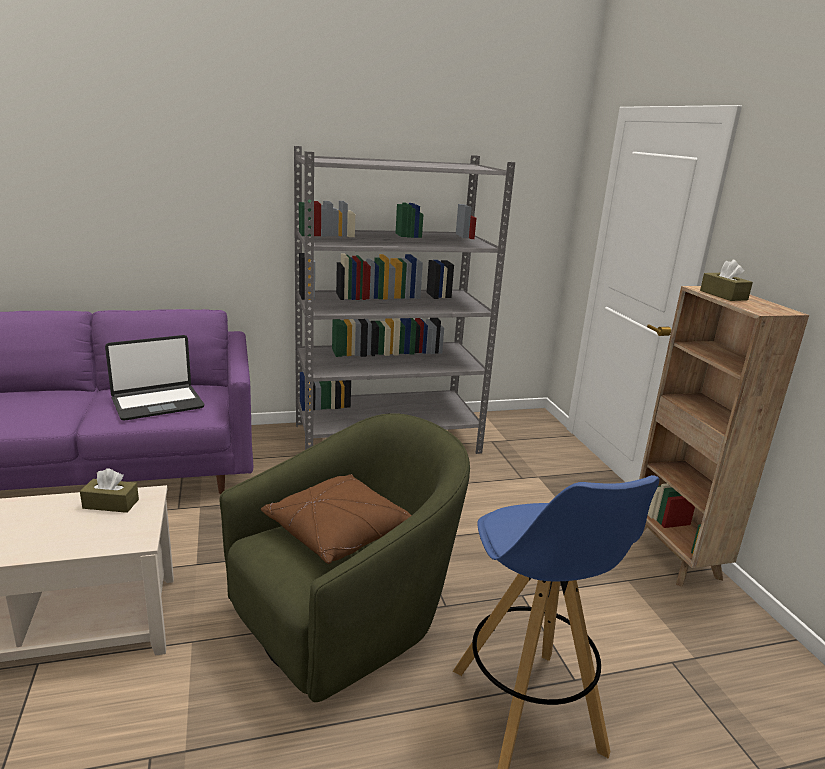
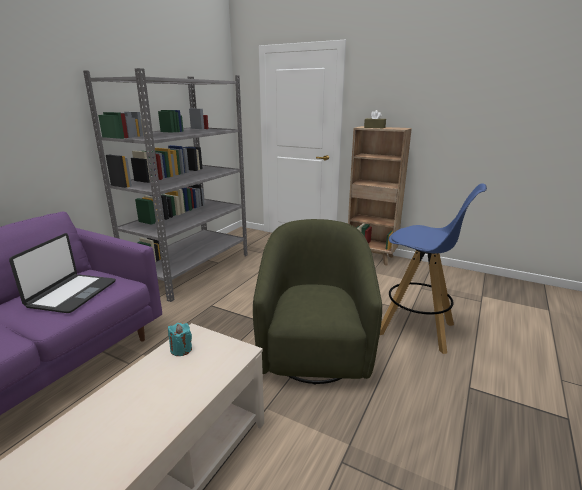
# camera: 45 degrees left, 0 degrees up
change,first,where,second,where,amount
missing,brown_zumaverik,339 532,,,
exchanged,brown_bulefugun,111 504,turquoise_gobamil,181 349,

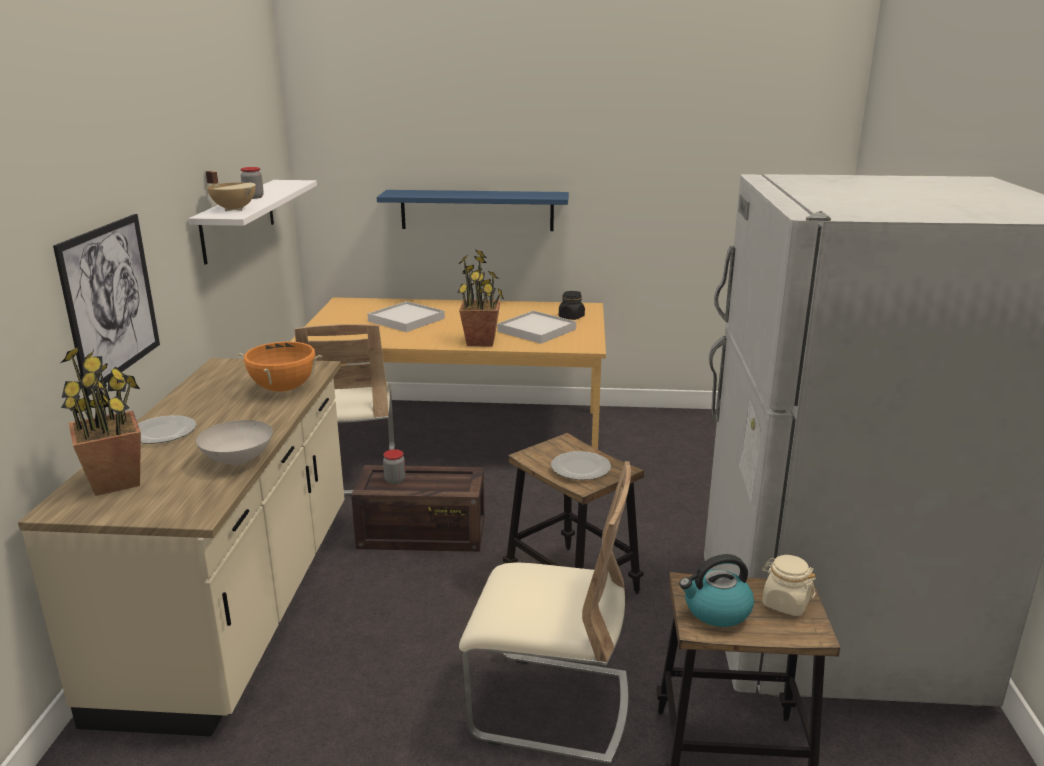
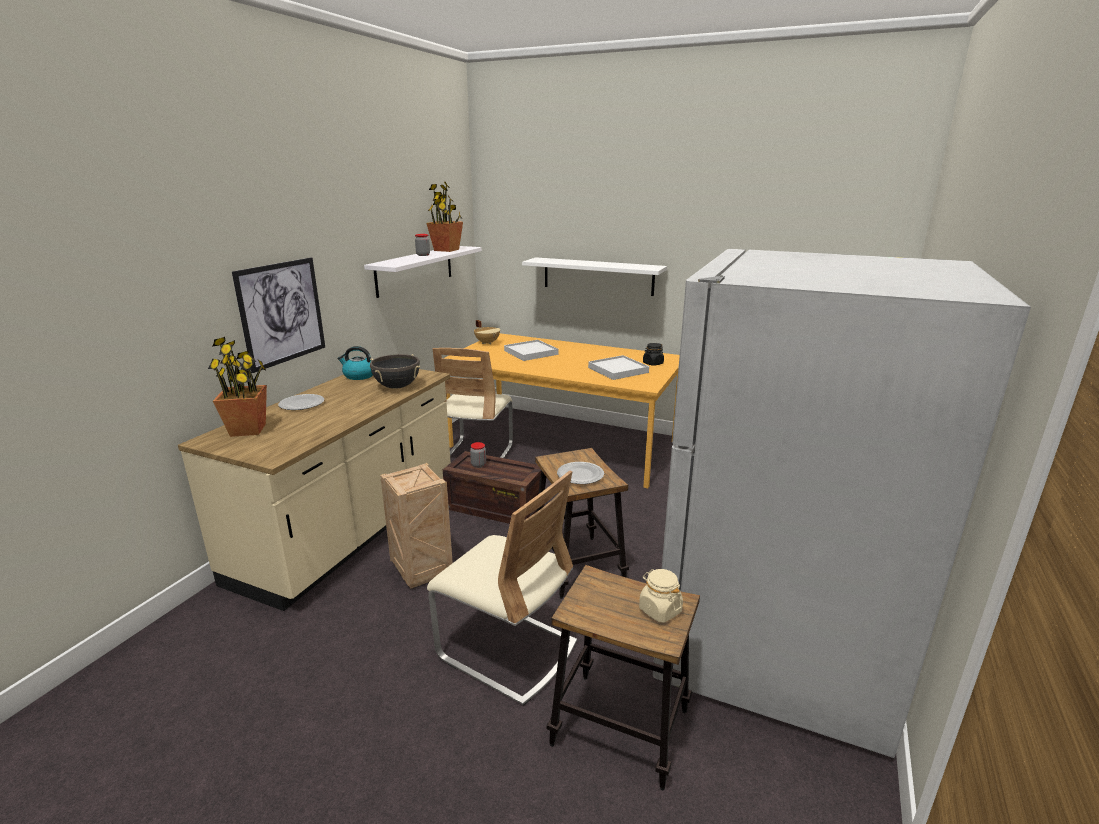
# camera: 20 degrees right, 0 degrees up
change,first,where,second,where,amount
missing,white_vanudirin,239 459,,,
appeared,,,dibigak,423 571,
relocated,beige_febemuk,234 209,,487 342,
relocated,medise,481 342,,447 250,
relocated,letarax,716 611,,359 376,
colour,orange_febemuk,283 389,black_febemuk,397 387,
colour,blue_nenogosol,477 210,white_nenogosol,598 276,

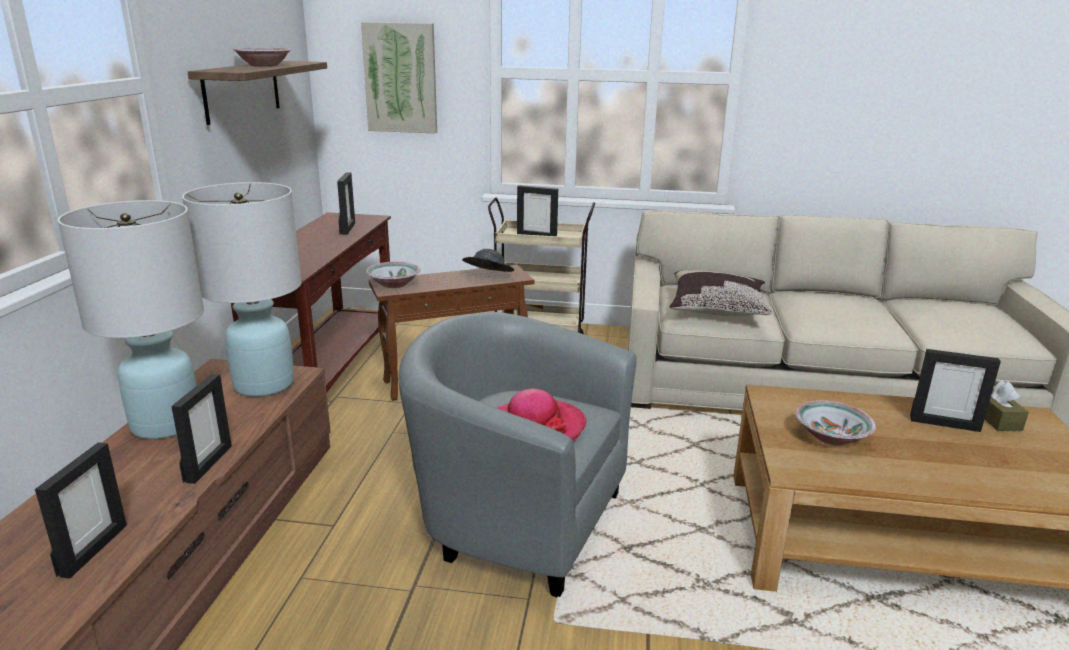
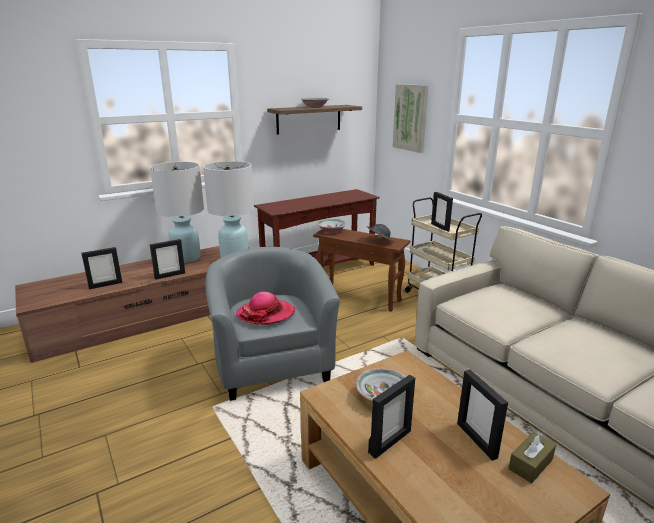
# camera: 50 degrees right, 0 degrees up
change,first,where,second,where,amount
missing,zumaverik,717 309,,,
relocated,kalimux,347 228,,390 441,

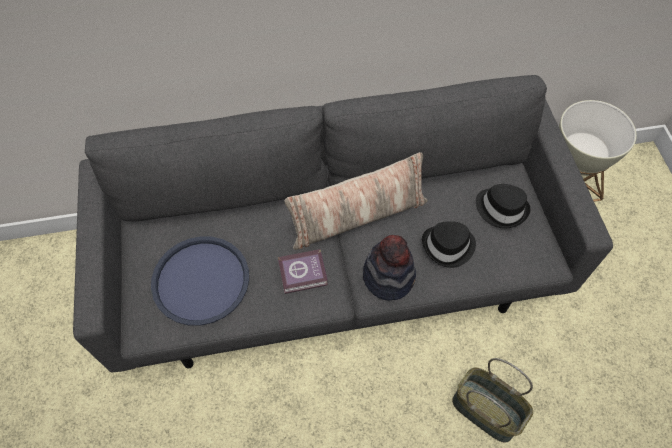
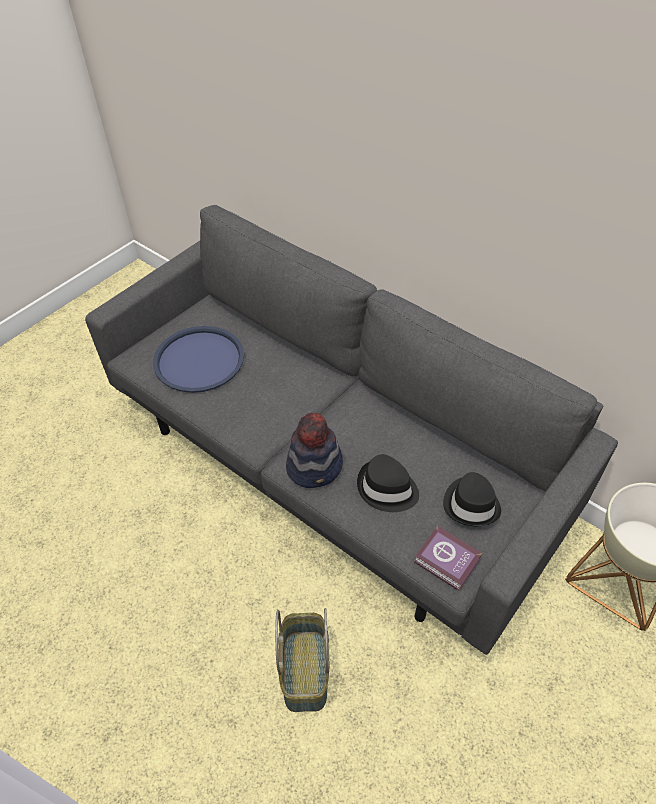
# camera: 50 degrees right, 10 degrees down
change,first,where,second,where,amount
missing,zumaverik,357 217,,,
relocated,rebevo,304 274,,447 562,

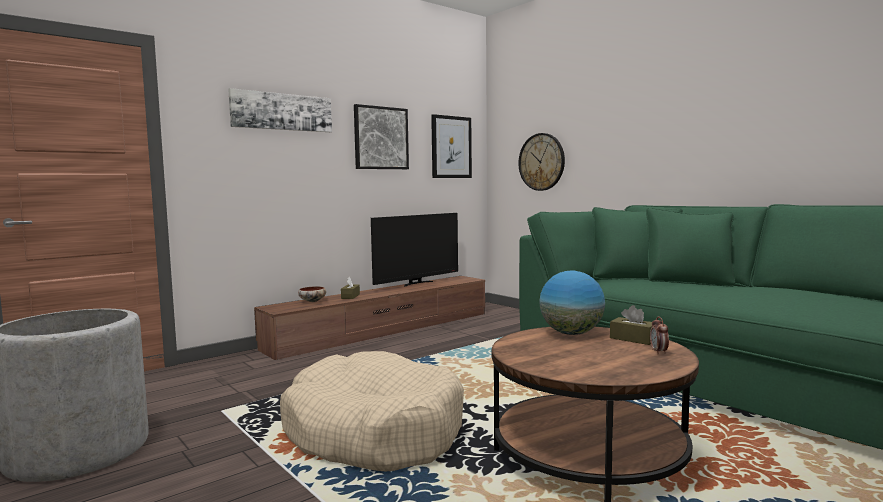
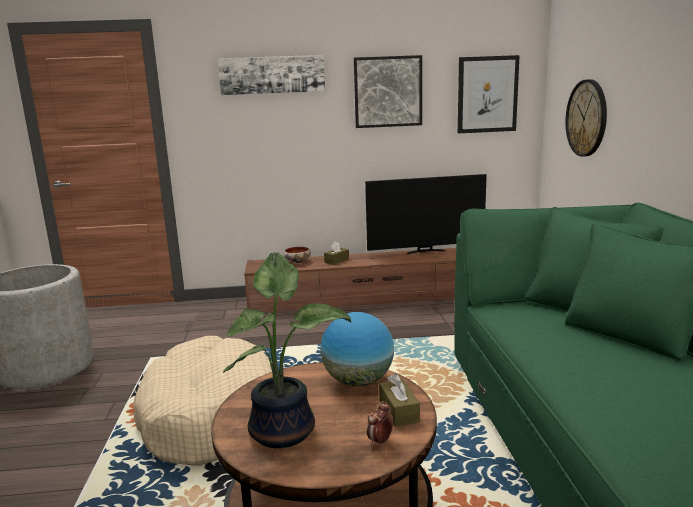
# camera: 35 degrees right, 10 degrees up
change,first,where,second,where,amount
appeared,,,medise,285 430,

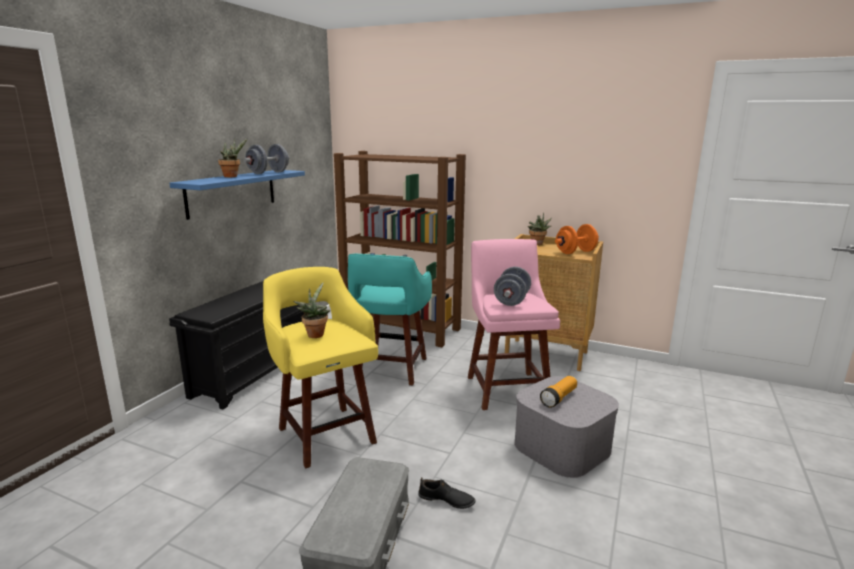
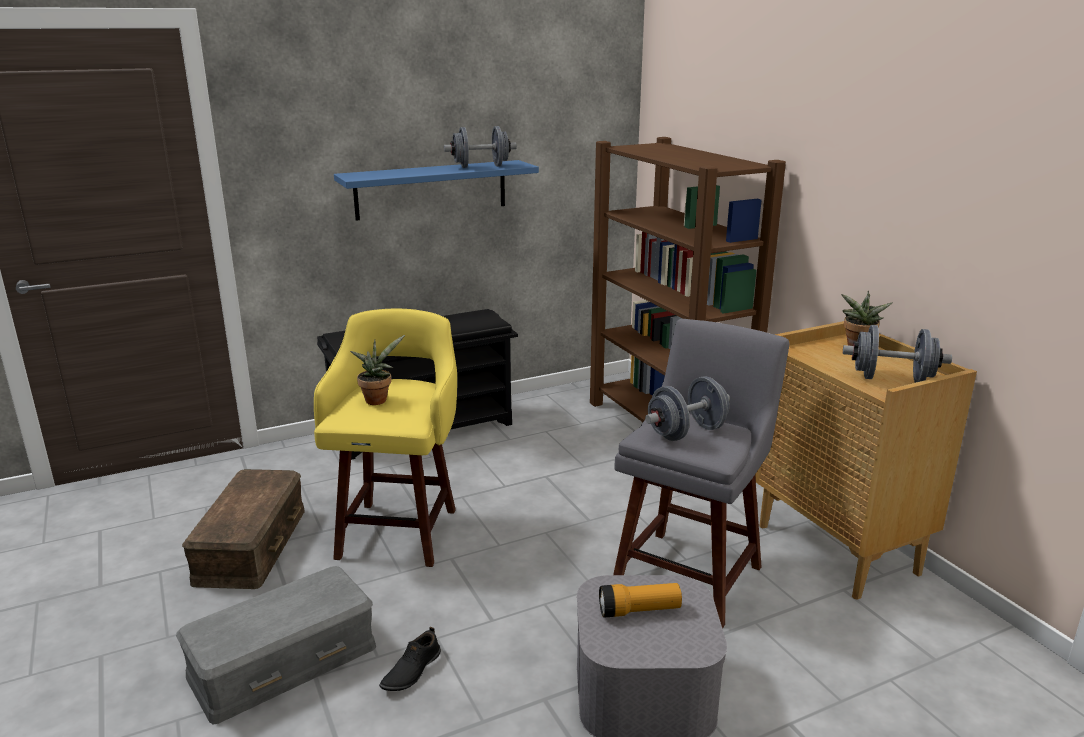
# camera: 40 degrees right, 5 degrees up
change,first,where,second,where,amount
missing,medise,233 176,,,
missing,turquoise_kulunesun,390 370,,,
appeared,,,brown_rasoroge,252 545,
colour,pink_kulunesun,507 388,grey_kulunesun,691 573,
colour,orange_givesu,575 252,grey_givesu,892 379,
spun,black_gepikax,446 500,,411 671,60 degrees clockwise

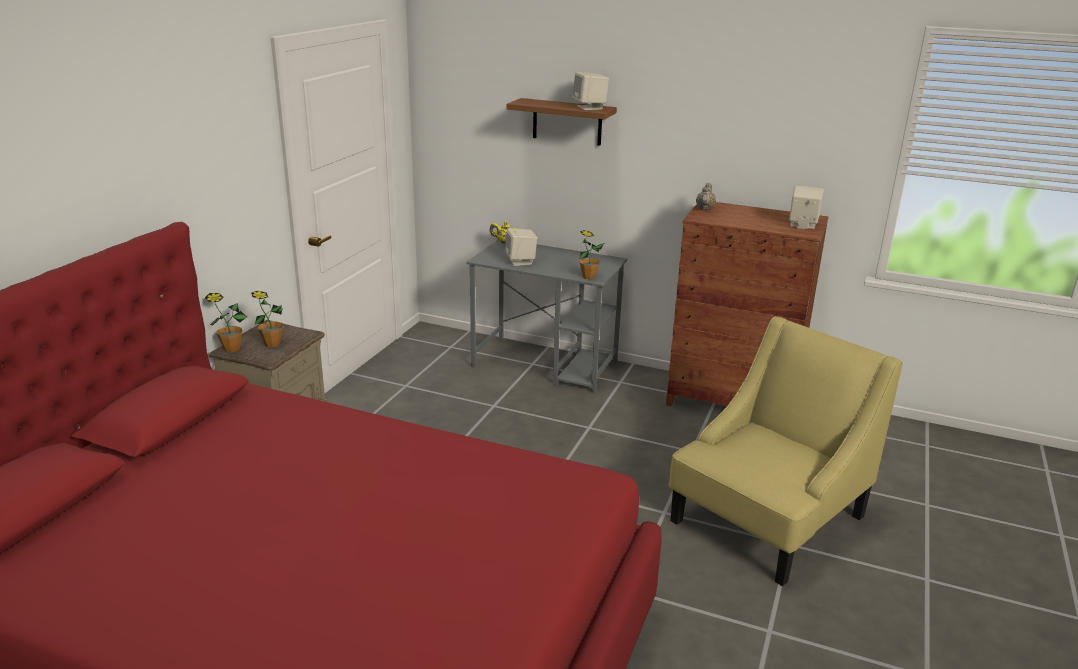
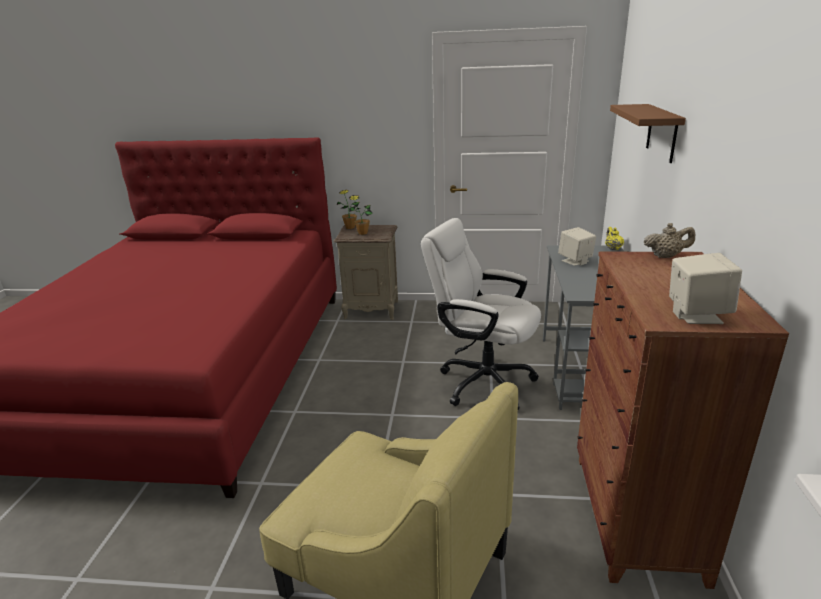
# camera: 75 degrees right, 0 degrees up
change,first,where,second,where,amount
missing,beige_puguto,590 107,,,
missing,medise,588 277,,,
appeared,,,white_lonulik,481 383,

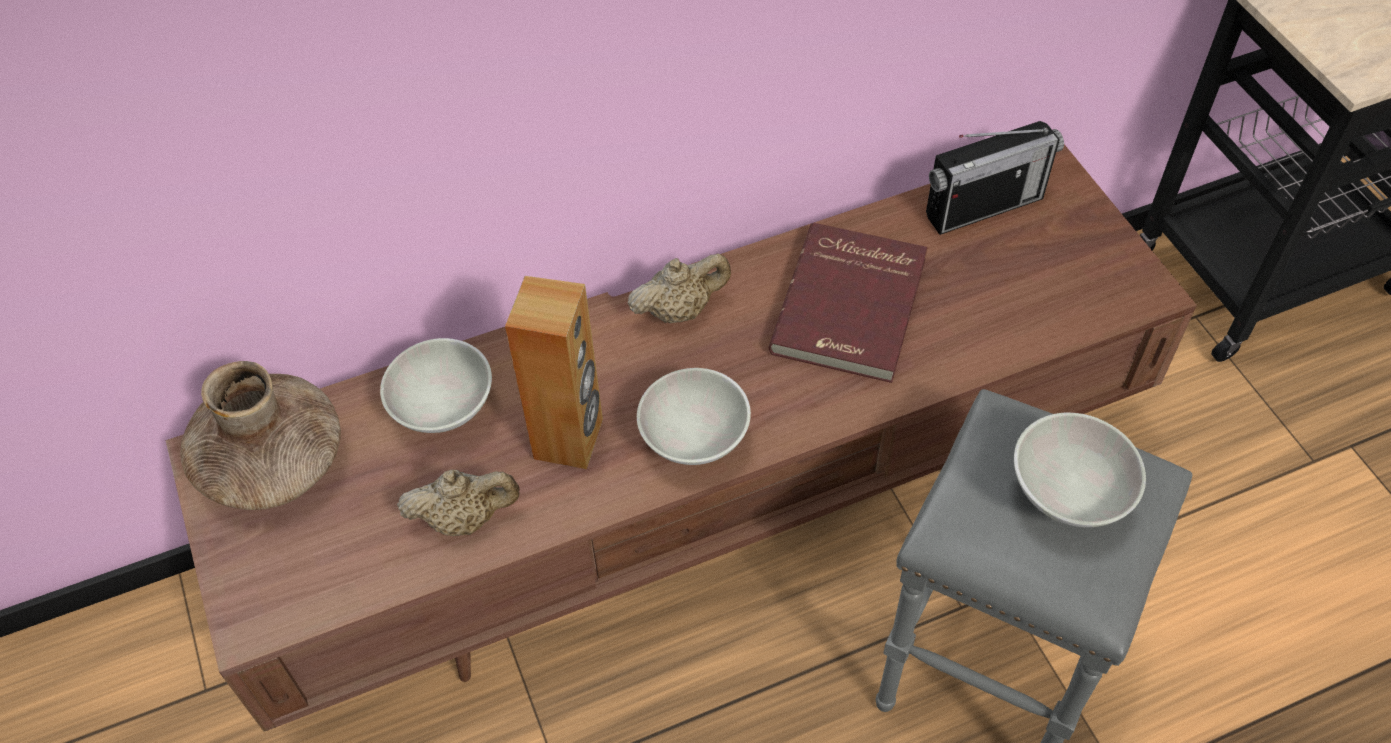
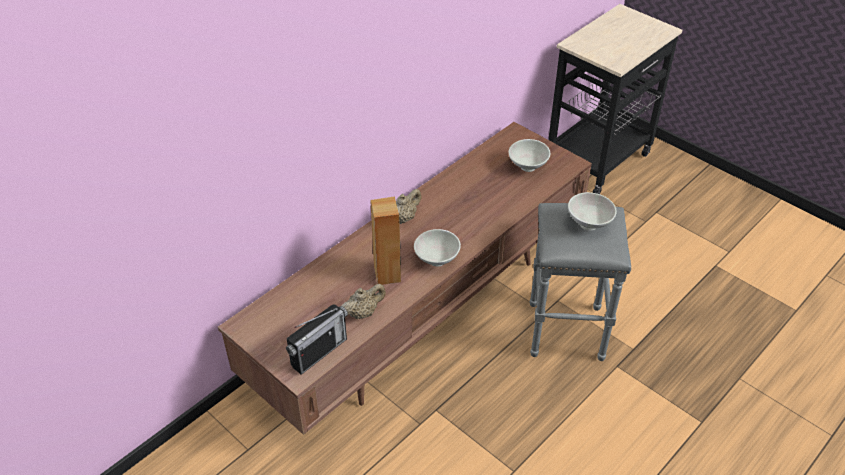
# camera: 25 degrees left, 10 degrees down
change,first,where,second,where,amount
missing,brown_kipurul,273 463,,,
missing,red_rebevo,852 306,,,
relocated,white_vanudirin,445 414,,528 167,
relocated,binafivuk,984 206,,319 352,

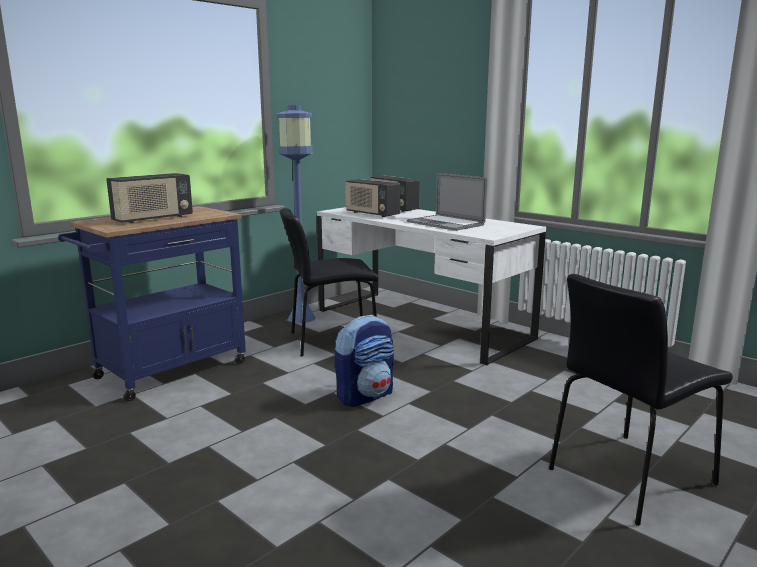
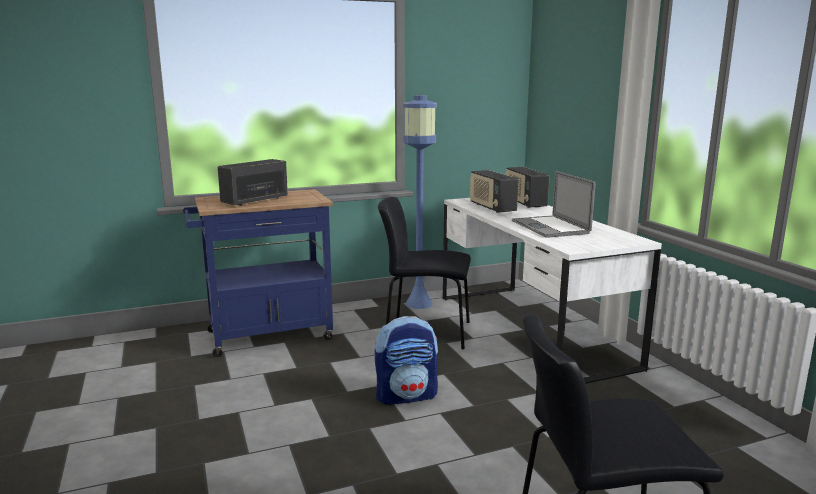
# camera: 25 degrees right, 0 degrees up
change,first,where,second,where,amount
spun,binafivuk,153 219,,255 200,150 degrees clockwise

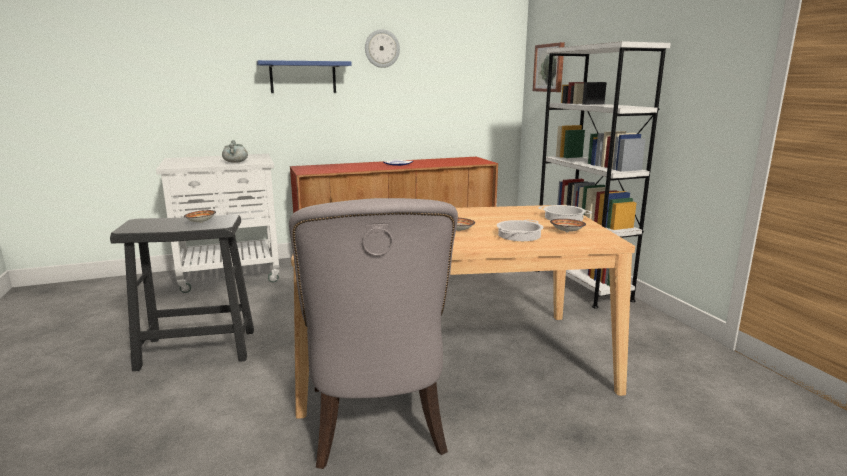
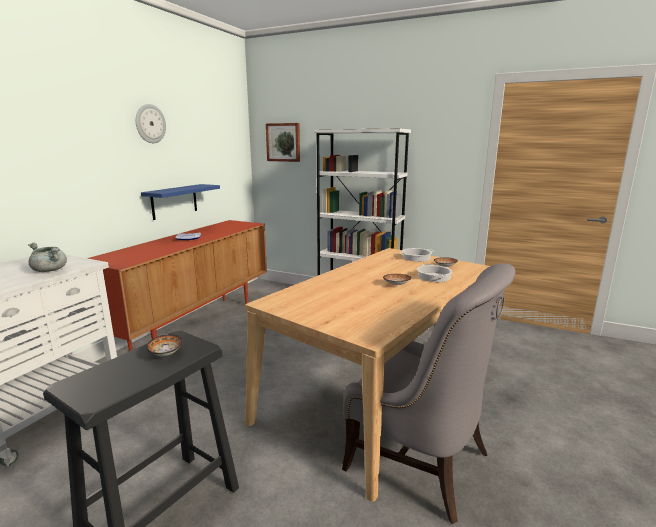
# camera: 45 degrees left, 0 degrees up
change,first,where,second,where,amount
relocated,blue_nenogosol,303 77,,174 201,

